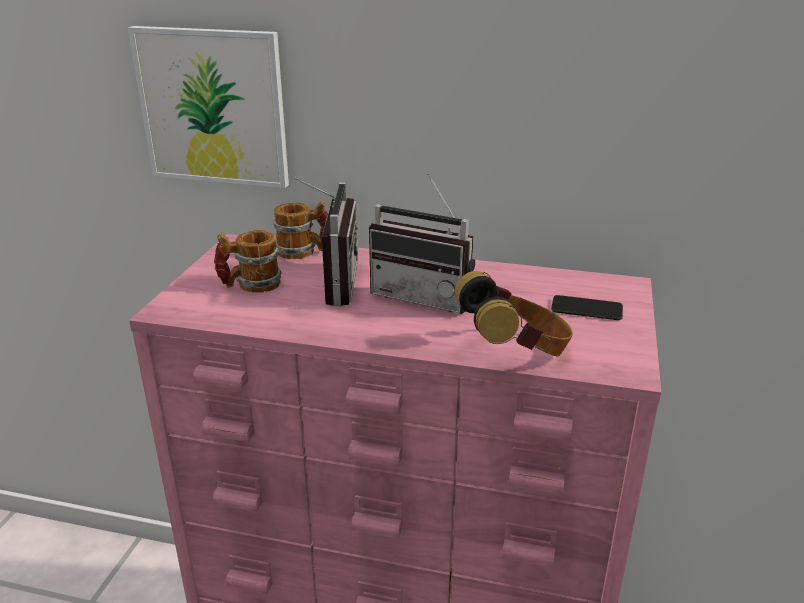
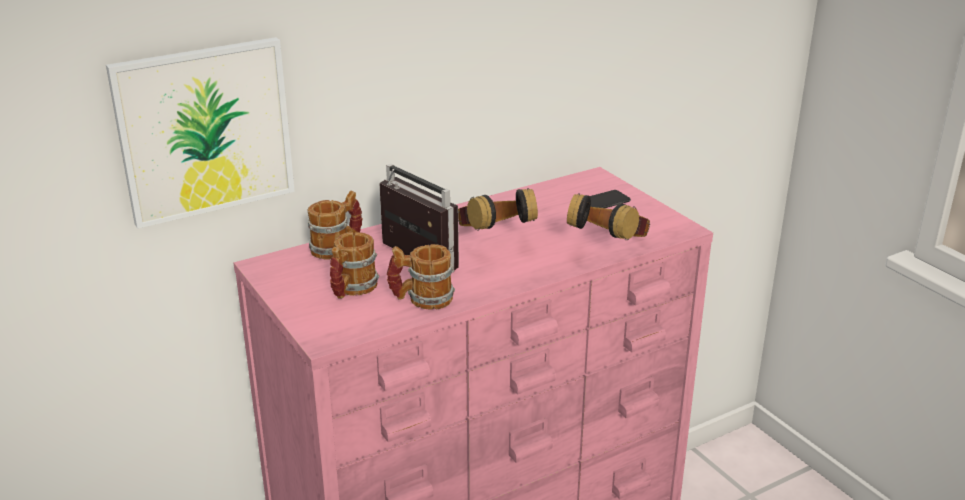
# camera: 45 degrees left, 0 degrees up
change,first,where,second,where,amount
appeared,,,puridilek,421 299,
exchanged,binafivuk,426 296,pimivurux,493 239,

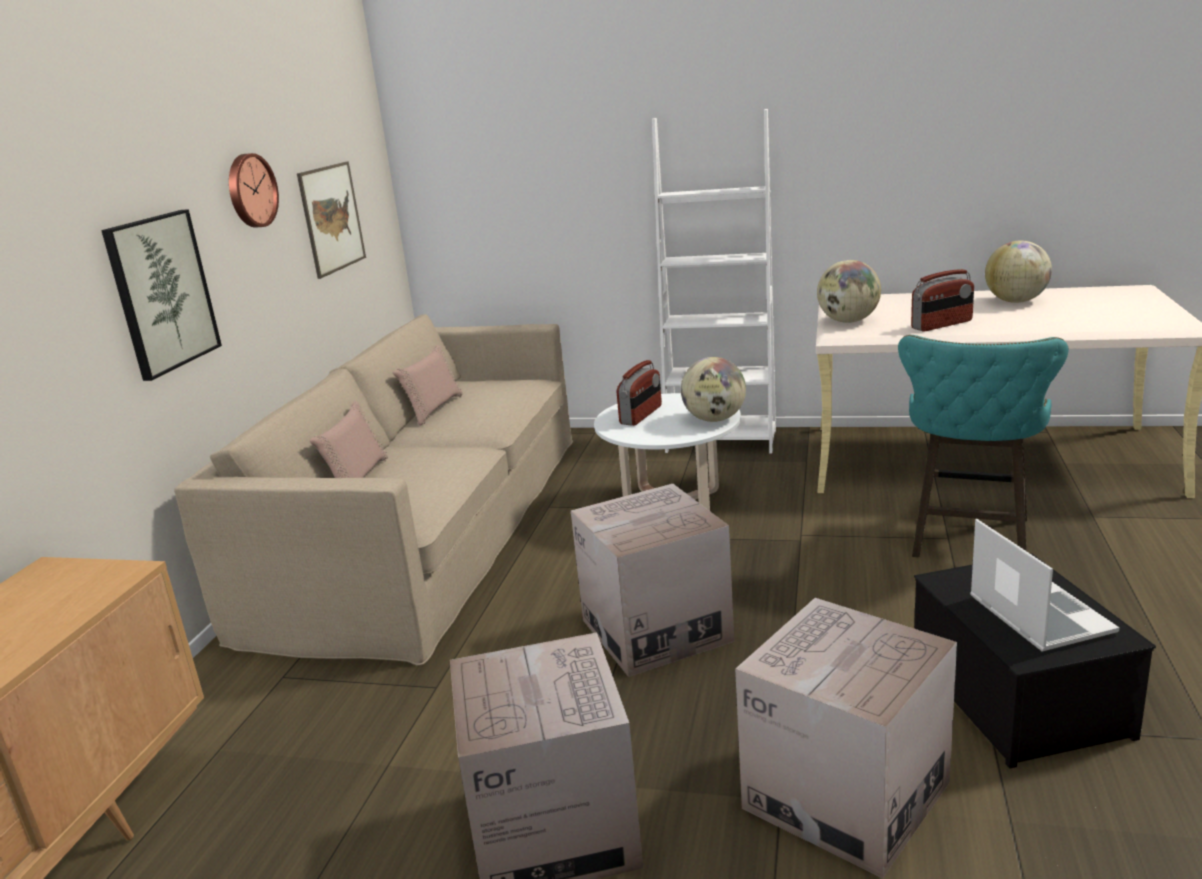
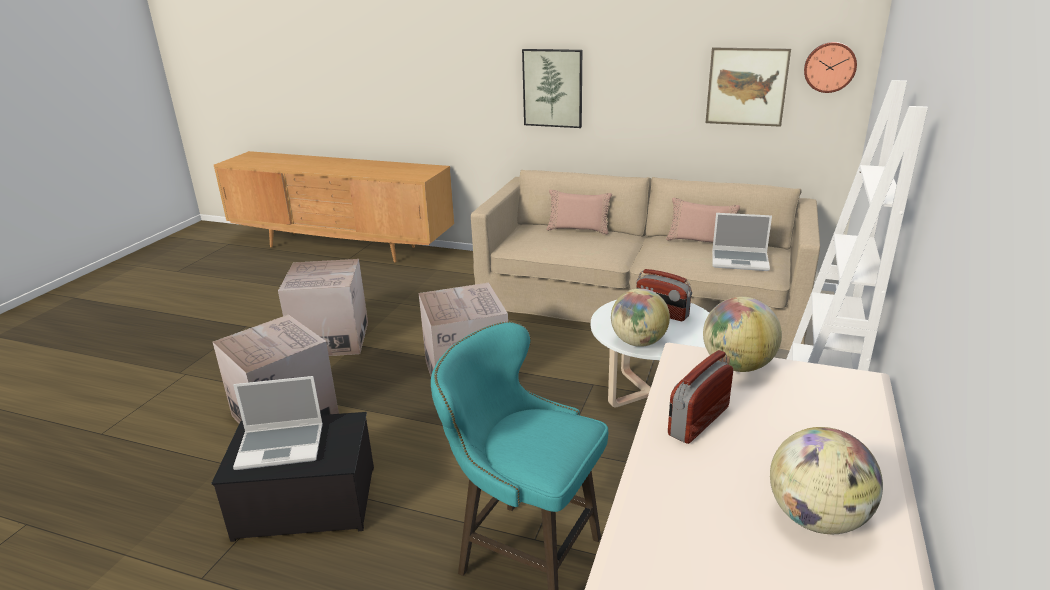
# camera: 95 degrees right, 5 degrees up
change,first,where,second,where,amount
appeared,,,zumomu,740 261,
relocated,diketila,250 191,,829 67,
spun,binafivuk,942 325,,697 421,60 degrees clockwise

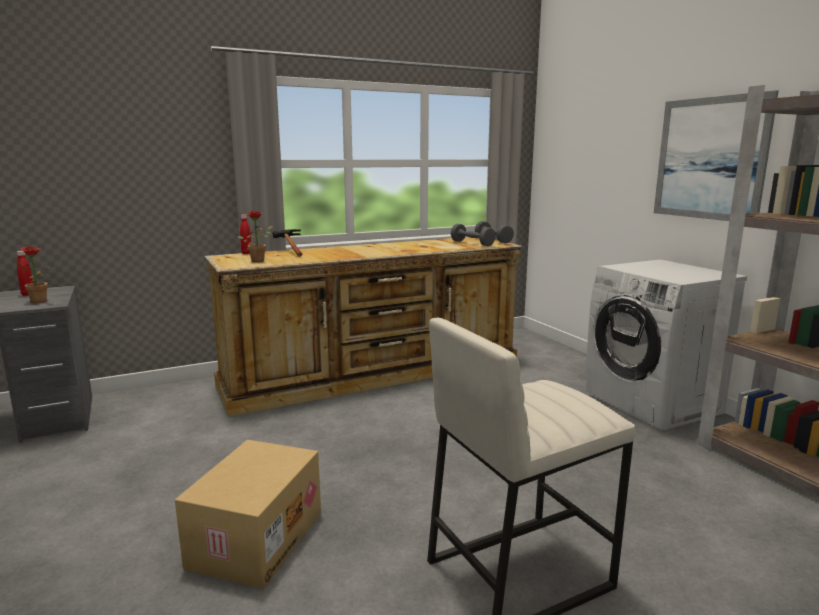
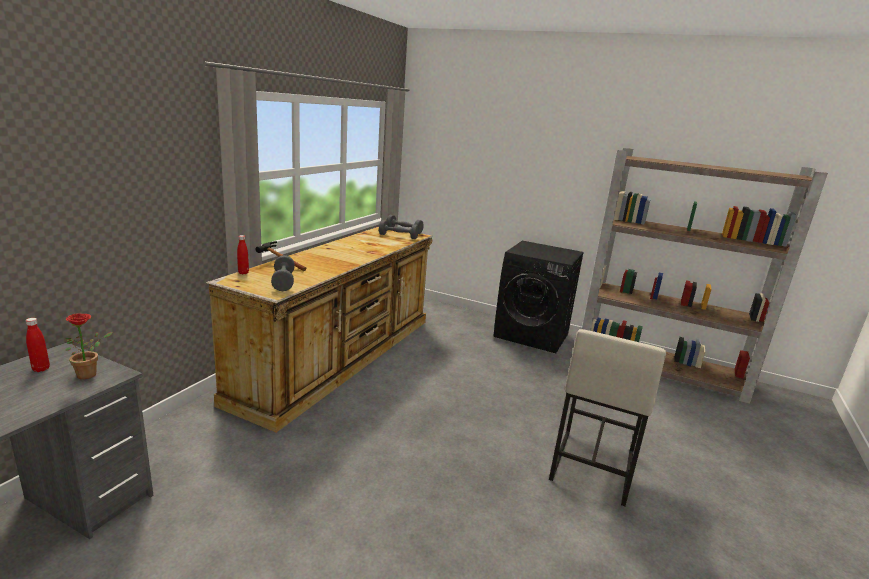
# camera: 40 degrees left, 5 degrees up
change,first,where,second,where,amount
missing,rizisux,255 538,,,
missing,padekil,710 158,,,
exchanged,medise,259 260,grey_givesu,283 282,
colour,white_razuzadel,652 405,black_razuzadel,531 337,

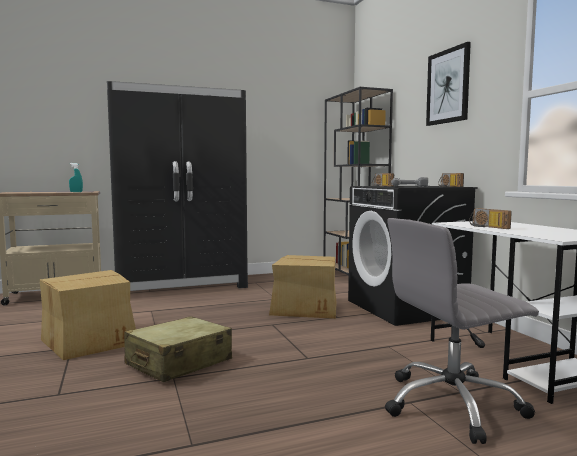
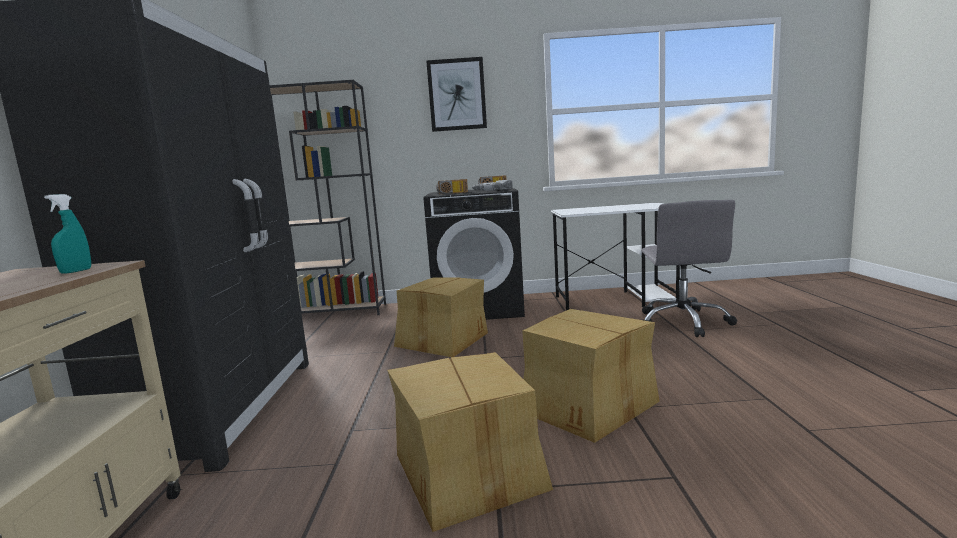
# camera: 70 degrees left, 5 degrees up
change,first,where,second,where,amount
missing,binafivuk,487 227,,,
exchanged,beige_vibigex,178 363,rizisux,587 406,

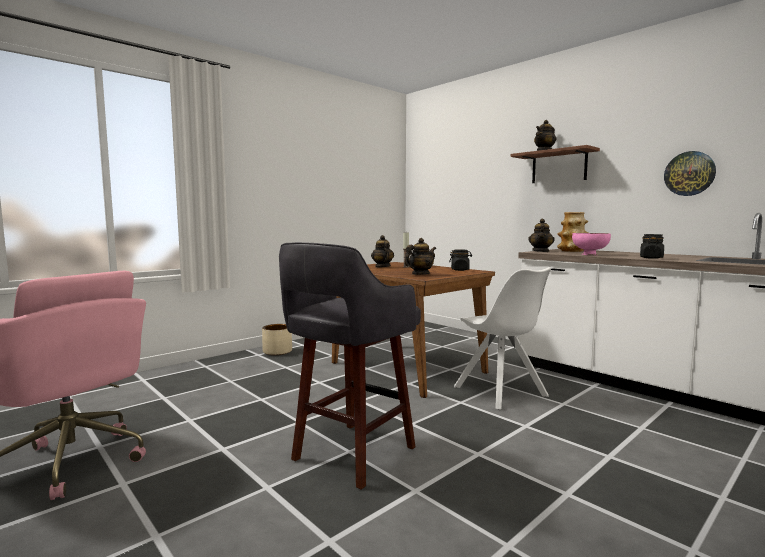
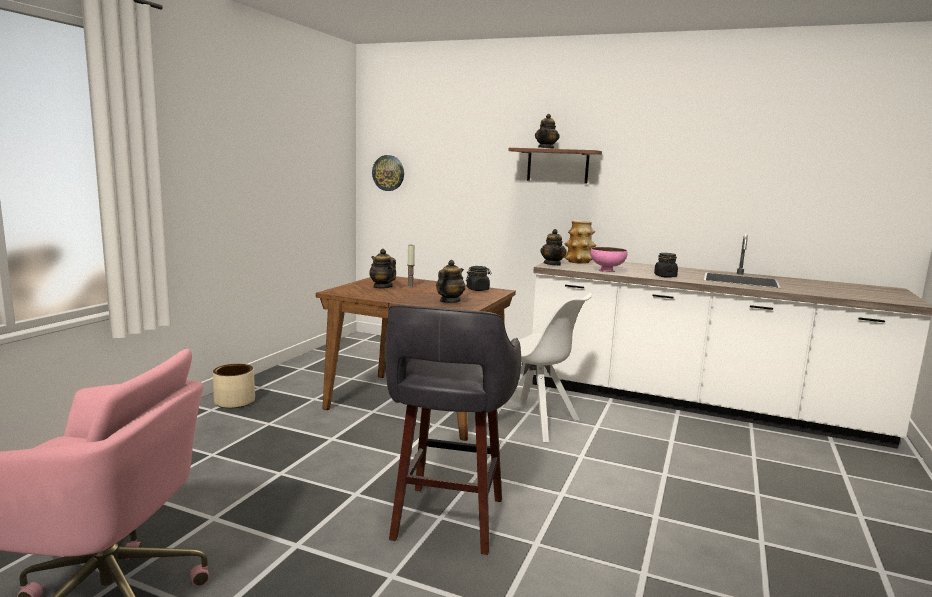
# camera: 25 degrees left, 5 degrees up
change,first,where,second,where,amount
relocated,diketila,689 173,,388 173,

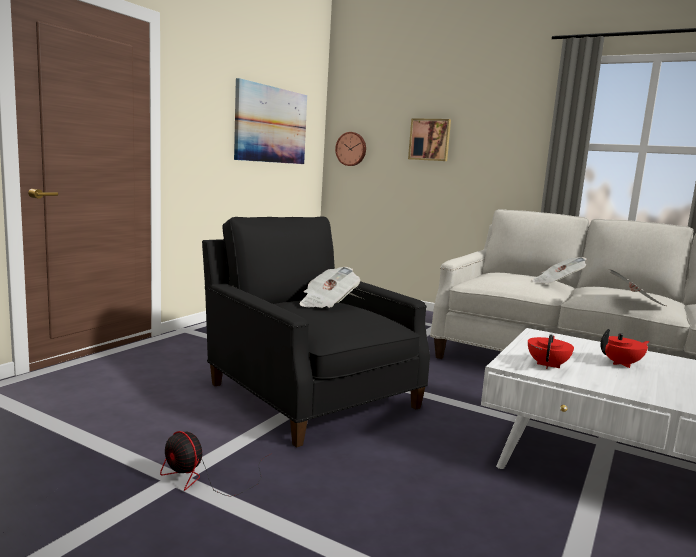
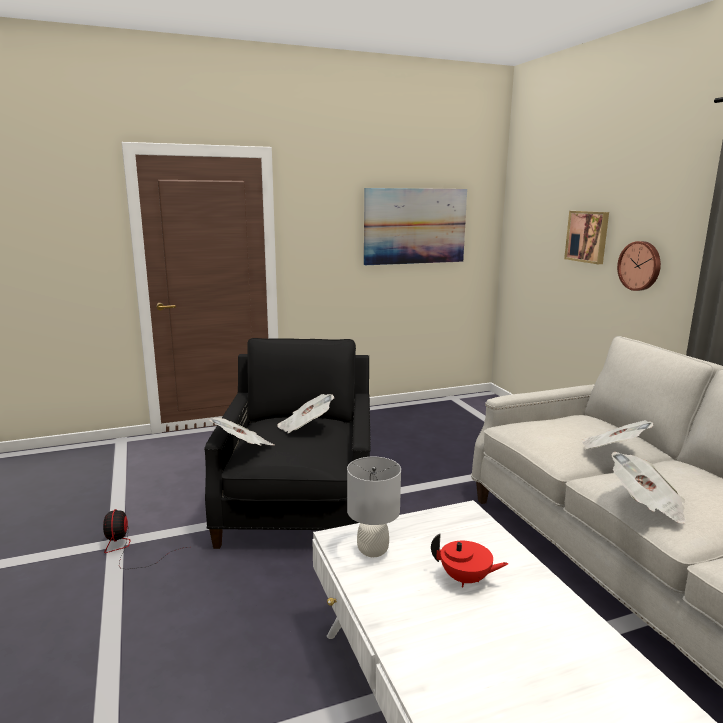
# camera: 40 degrees right, 5 degrees up
change,first,where,second,where,amount
appeared,,,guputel,243 447,
relocated,diketila,351 149,,640 266,
exchanged,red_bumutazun,548 365,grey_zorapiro,374 551,

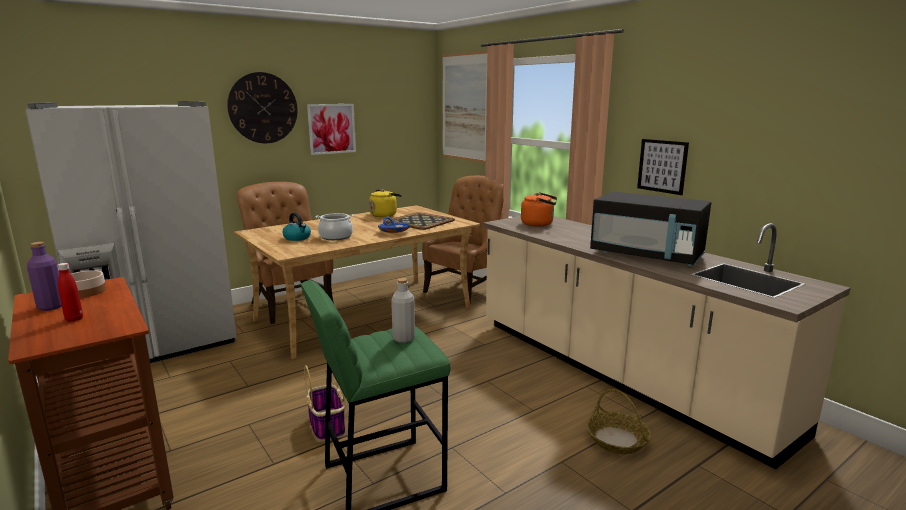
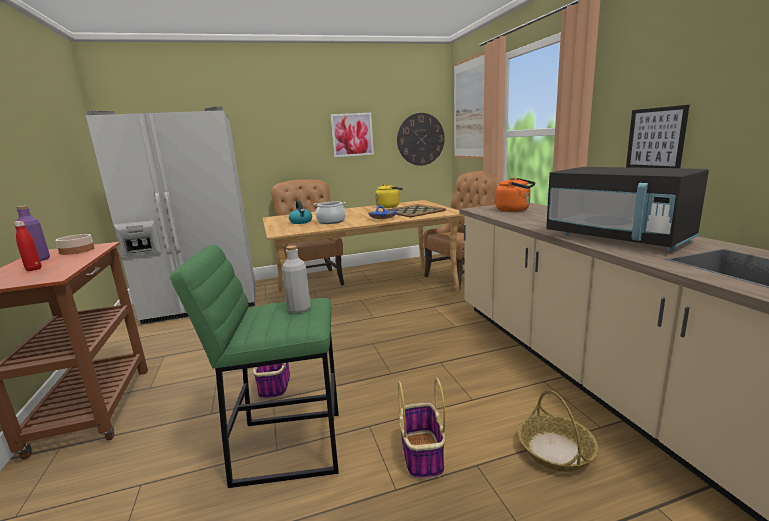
# camera: 20 degrees right, 0 degrees up
change,first,where,second,where,amount
appeared,,,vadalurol,422 454,
relocated,diketila,263 108,,420 139,

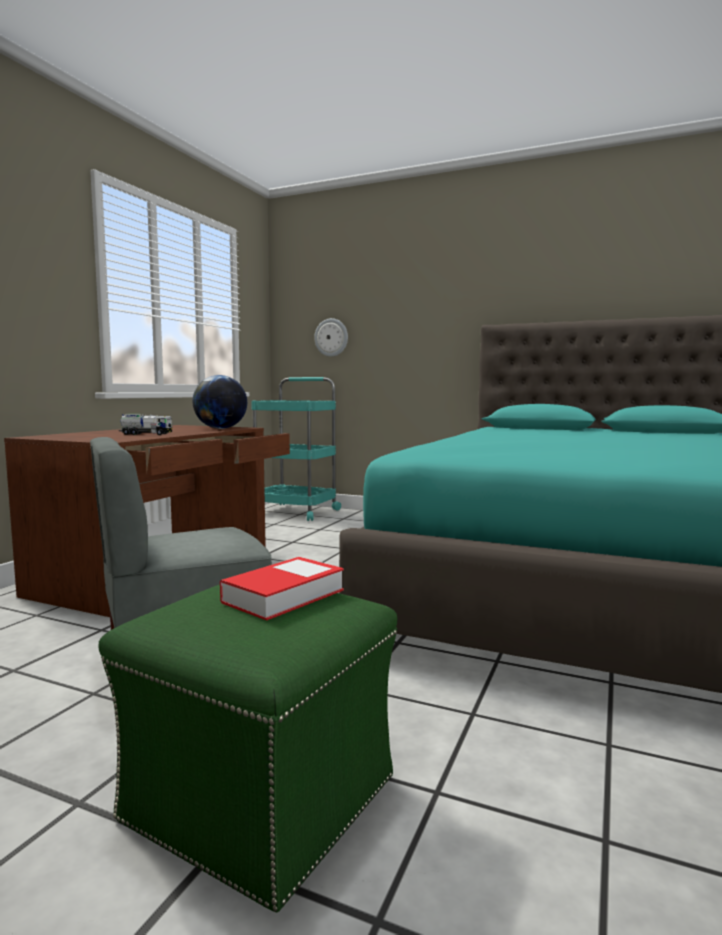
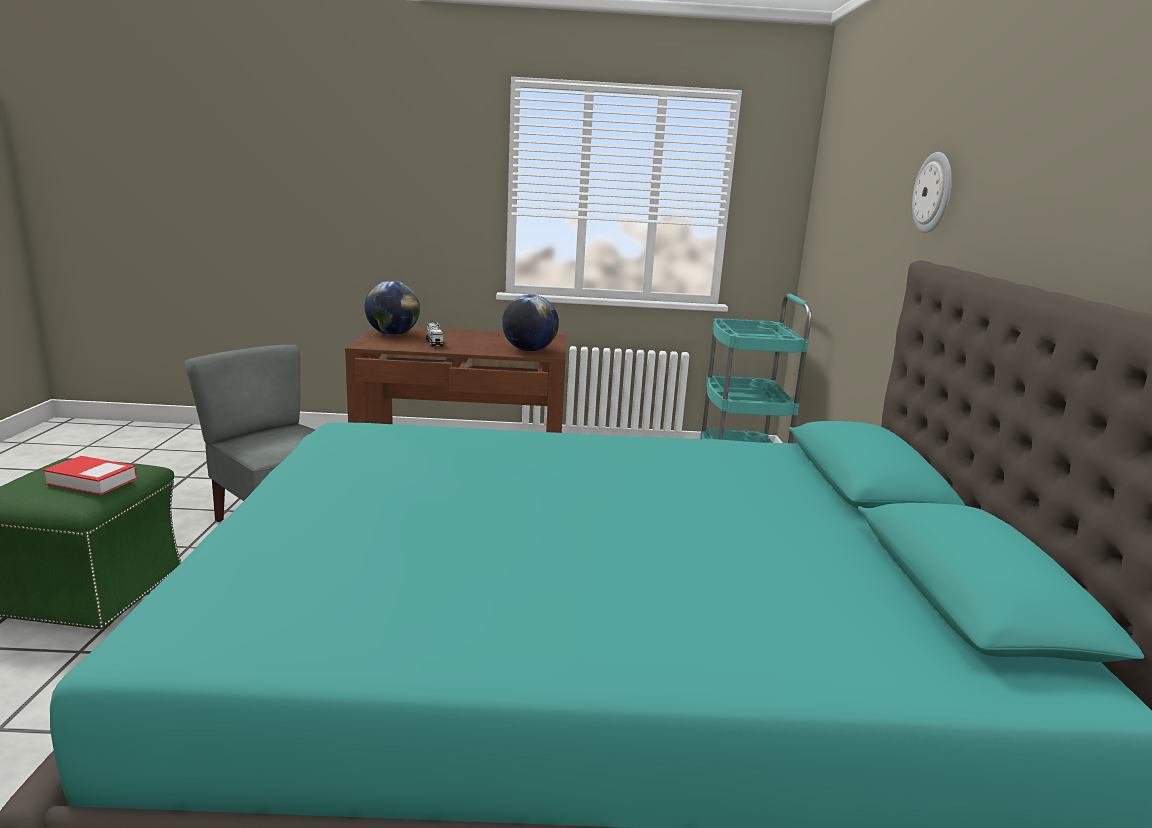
# camera: 65 degrees right, 10 degrees up
change,first,where,second,where,amount
appeared,,,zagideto,392 334,
relocated,diketila,331 337,,934 193,

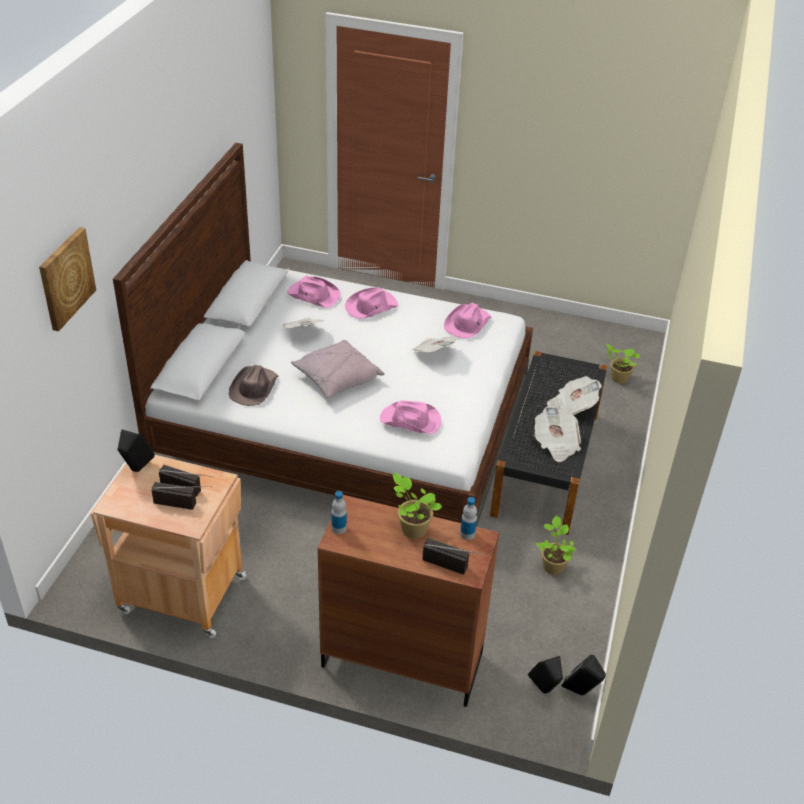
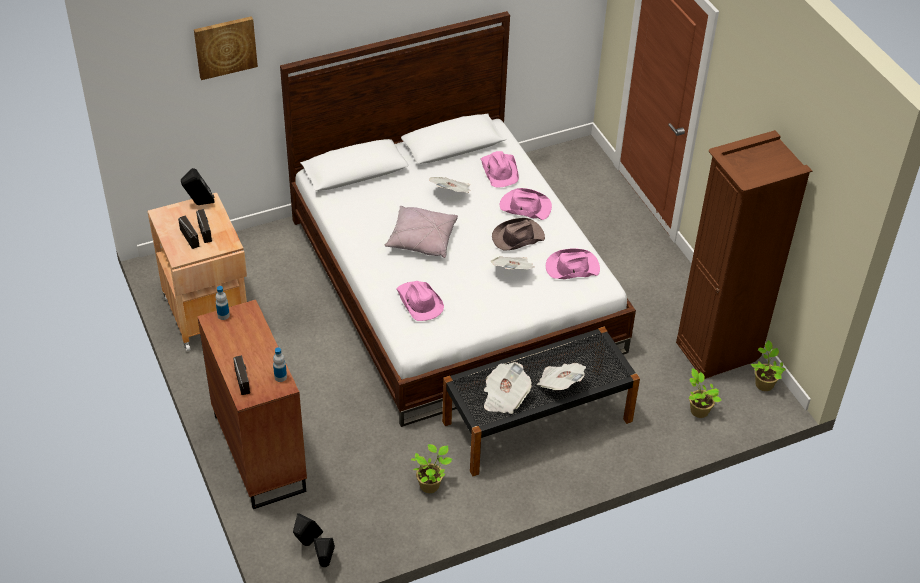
# camera: 50 degrees right, 5 degrees up
change,first,where,second,where,amount
appeared,,,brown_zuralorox,717 352,
relocated,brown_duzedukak,253 388,,517 237,
relocated,medise,412 528,,763 383,

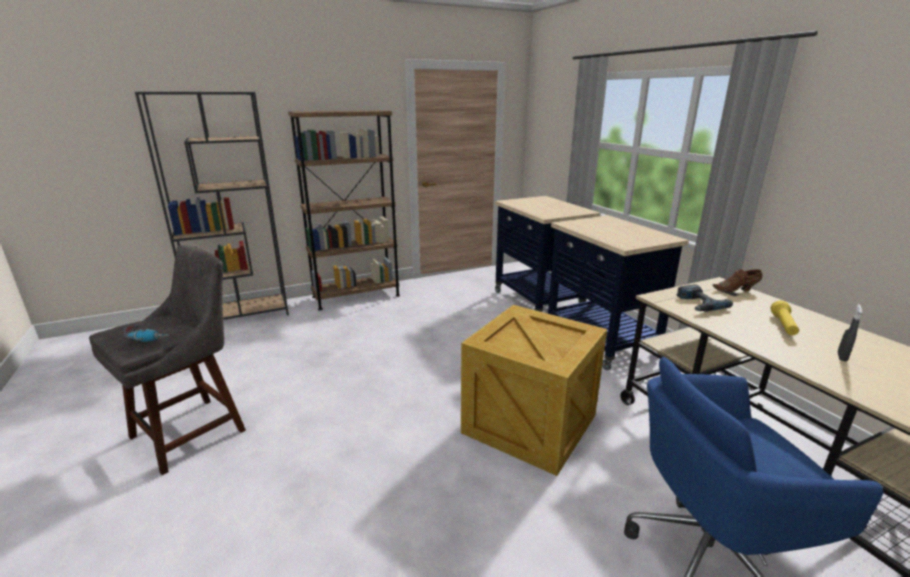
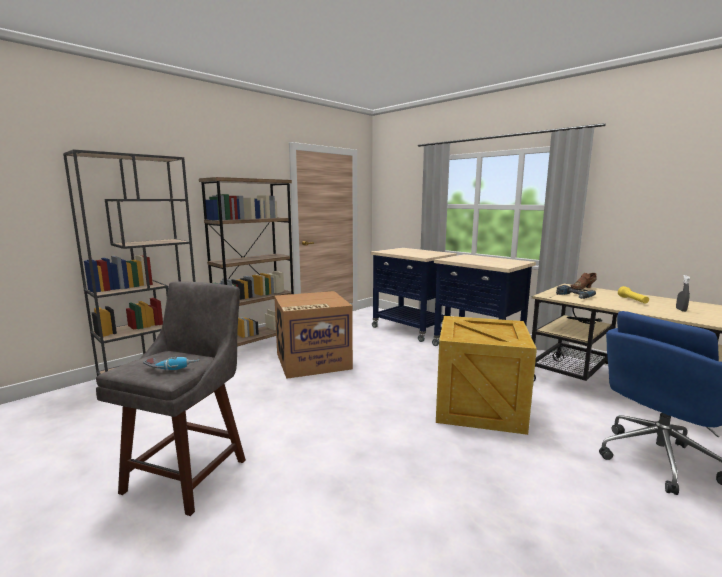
# camera: 20 degrees left, 10 degrees down
change,first,where,second,where,amount
appeared,,,rizisux,312 361,

